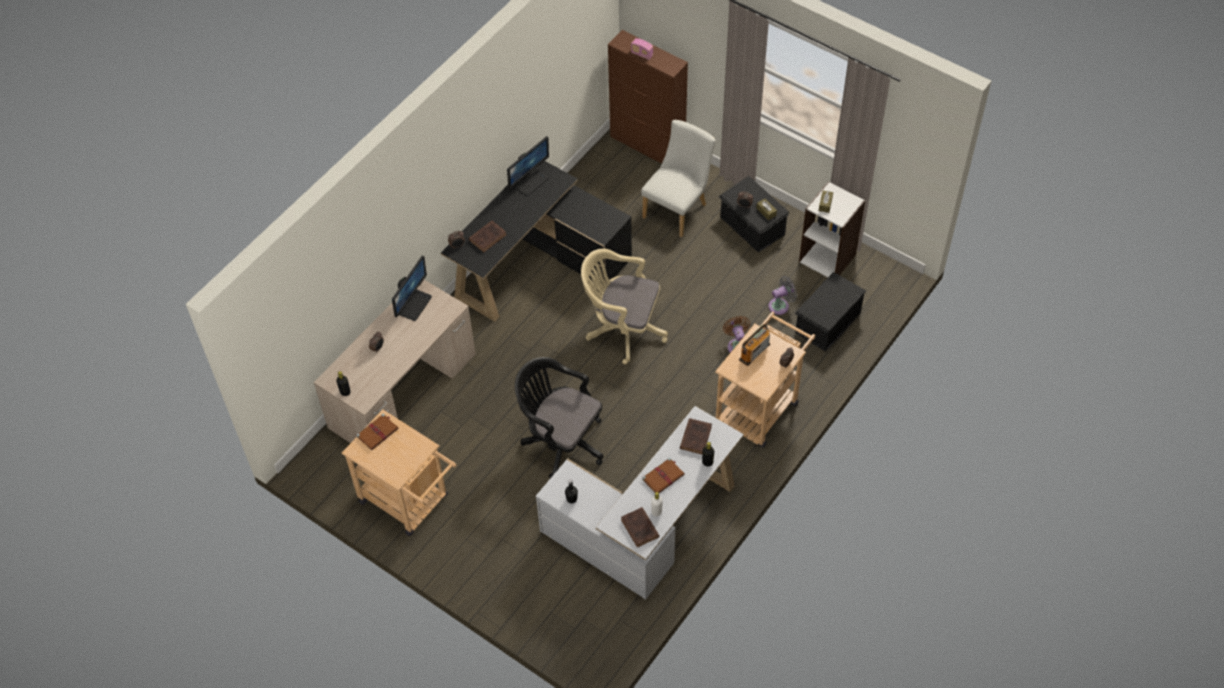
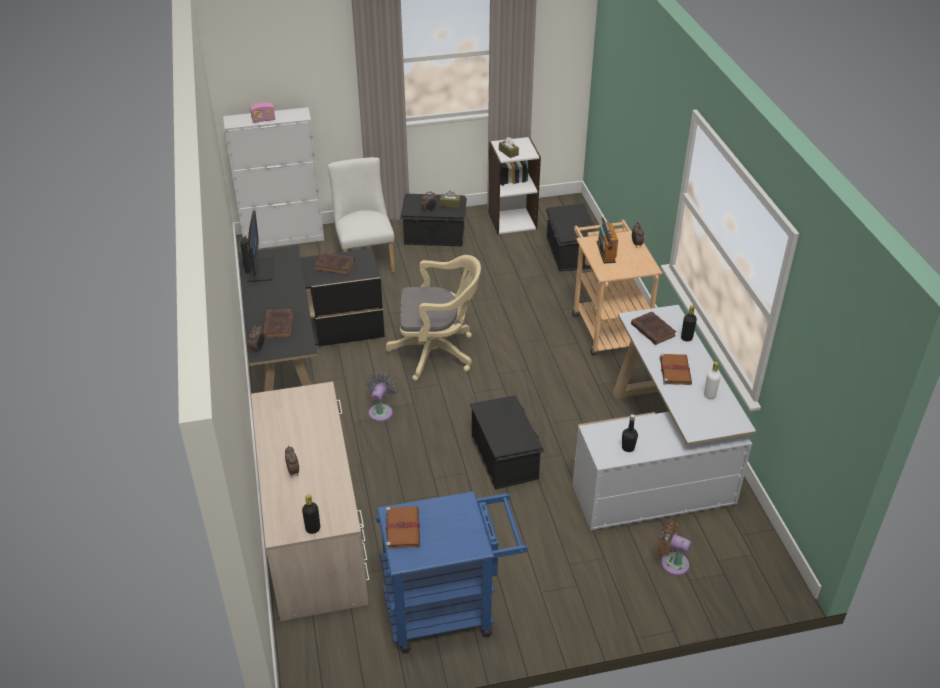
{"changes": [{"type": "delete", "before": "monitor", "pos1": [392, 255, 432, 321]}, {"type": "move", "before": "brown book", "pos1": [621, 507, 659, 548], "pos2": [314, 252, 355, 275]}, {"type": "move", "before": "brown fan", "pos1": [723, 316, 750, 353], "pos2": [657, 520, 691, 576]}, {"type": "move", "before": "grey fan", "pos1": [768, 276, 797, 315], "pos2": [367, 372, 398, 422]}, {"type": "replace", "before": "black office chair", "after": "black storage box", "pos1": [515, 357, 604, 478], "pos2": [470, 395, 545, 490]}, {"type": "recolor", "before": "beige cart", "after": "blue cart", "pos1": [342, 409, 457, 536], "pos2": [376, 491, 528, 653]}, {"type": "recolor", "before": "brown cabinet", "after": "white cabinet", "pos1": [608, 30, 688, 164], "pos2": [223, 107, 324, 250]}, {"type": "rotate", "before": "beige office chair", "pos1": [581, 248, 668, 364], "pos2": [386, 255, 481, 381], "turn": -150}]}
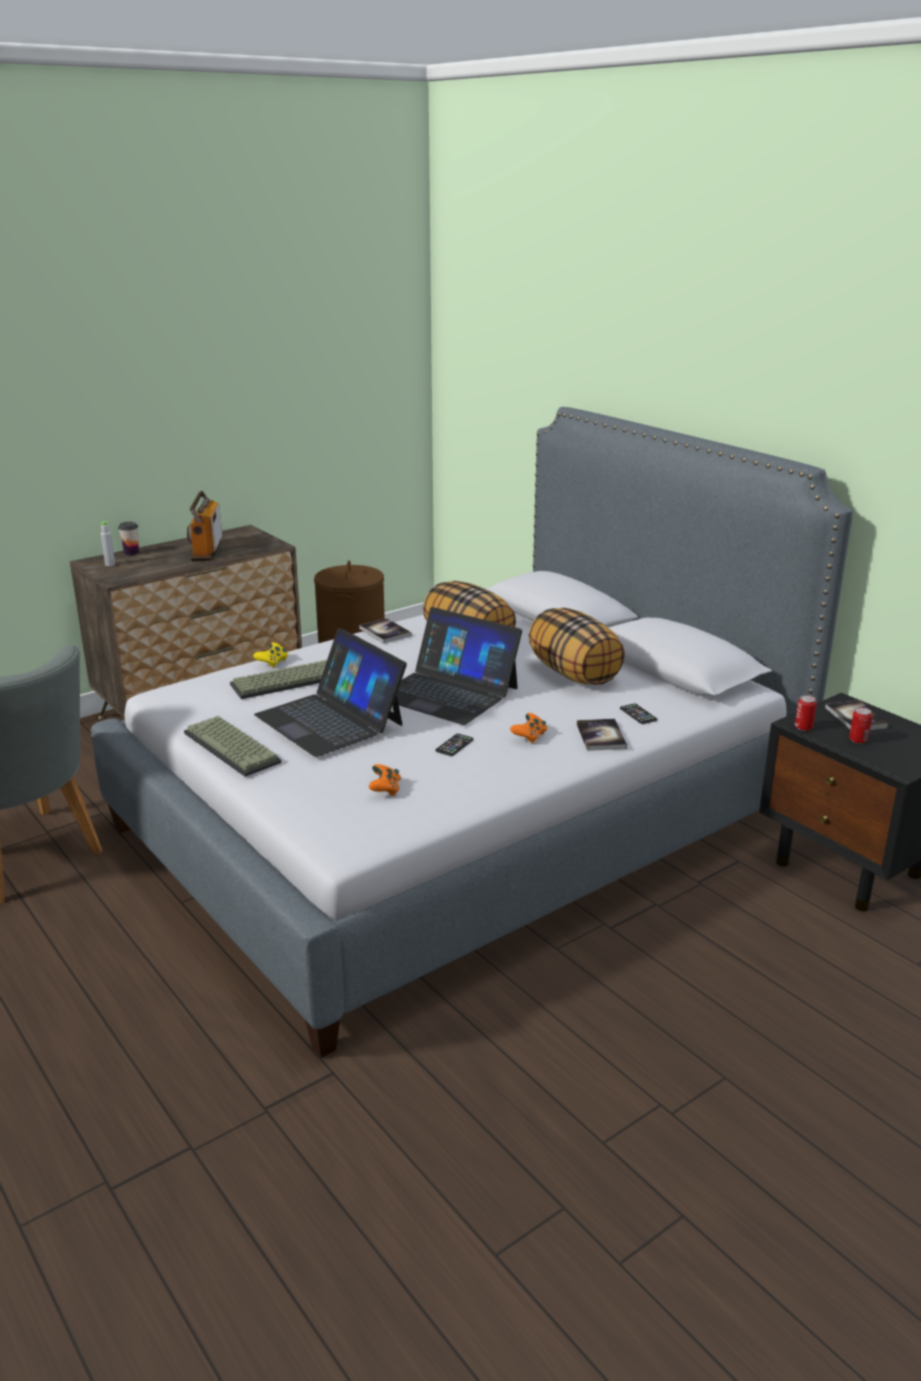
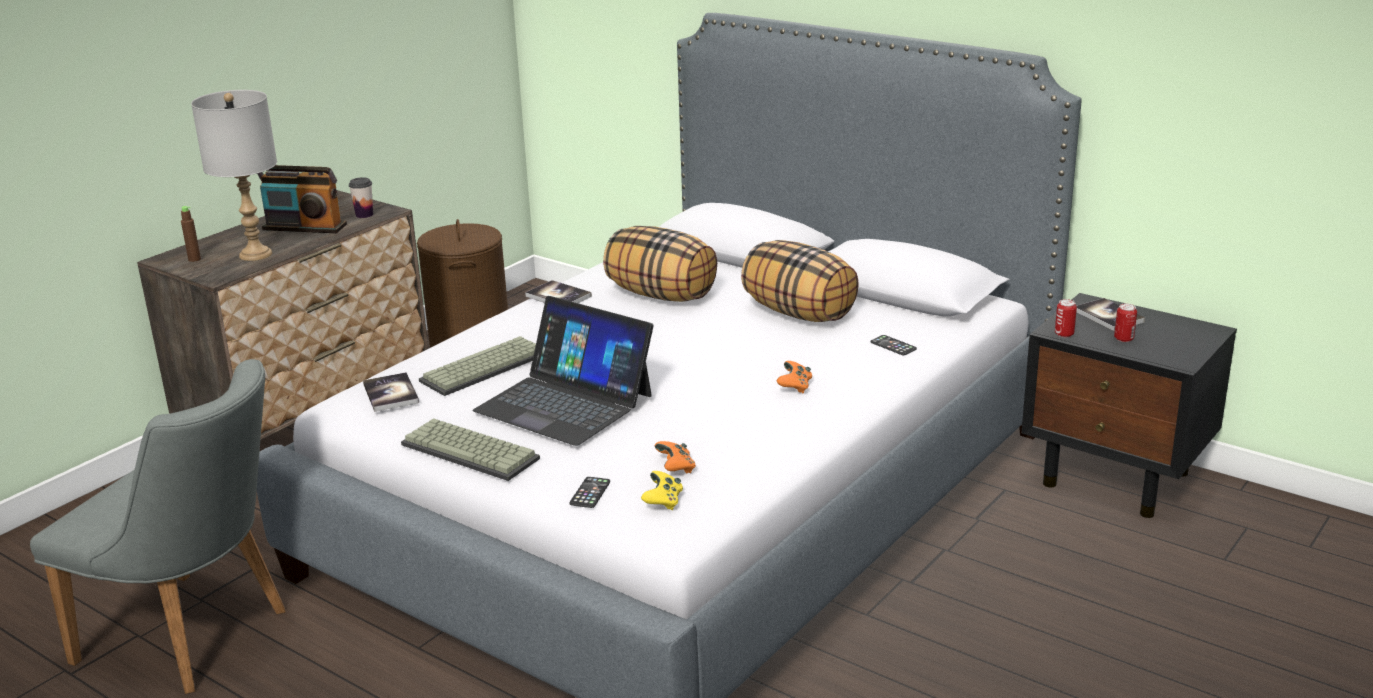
{"changes": [{"type": "delete", "before": "laptop", "pos1": [397, 607, 522, 725]}, {"type": "insert", "after": "grey table lamp", "pos2": [191, 90, 277, 261]}, {"type": "move", "before": "cup", "pos1": [118, 522, 139, 555], "pos2": [349, 177, 373, 218]}, {"type": "move", "before": "yellow game controller", "pos1": [253, 642, 288, 668], "pos2": [641, 471, 683, 510]}, {"type": "move", "before": "phone", "pos1": [435, 734, 474, 756], "pos2": [569, 477, 610, 508]}, {"type": "move", "before": "book", "pos1": [577, 719, 627, 751], "pos2": [363, 372, 419, 412]}, {"type": "recolor", "before": "grey bottle", "after": "brown bottle", "pos1": [101, 521, 115, 566], "pos2": [181, 206, 201, 262]}, {"type": "rotate", "before": "radio", "pos1": [187, 491, 222, 561], "pos2": [257, 165, 347, 233], "turn": -60}]}
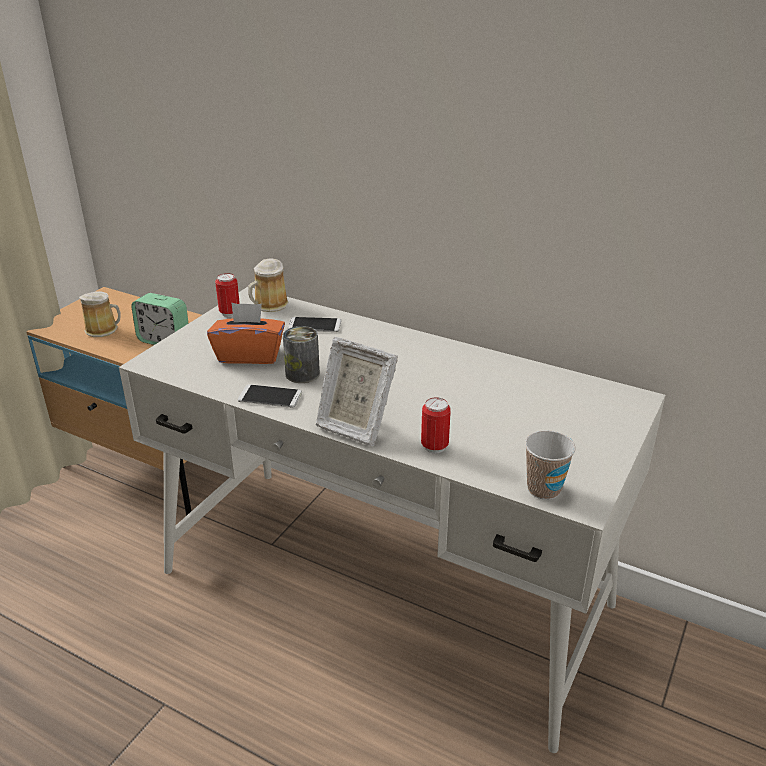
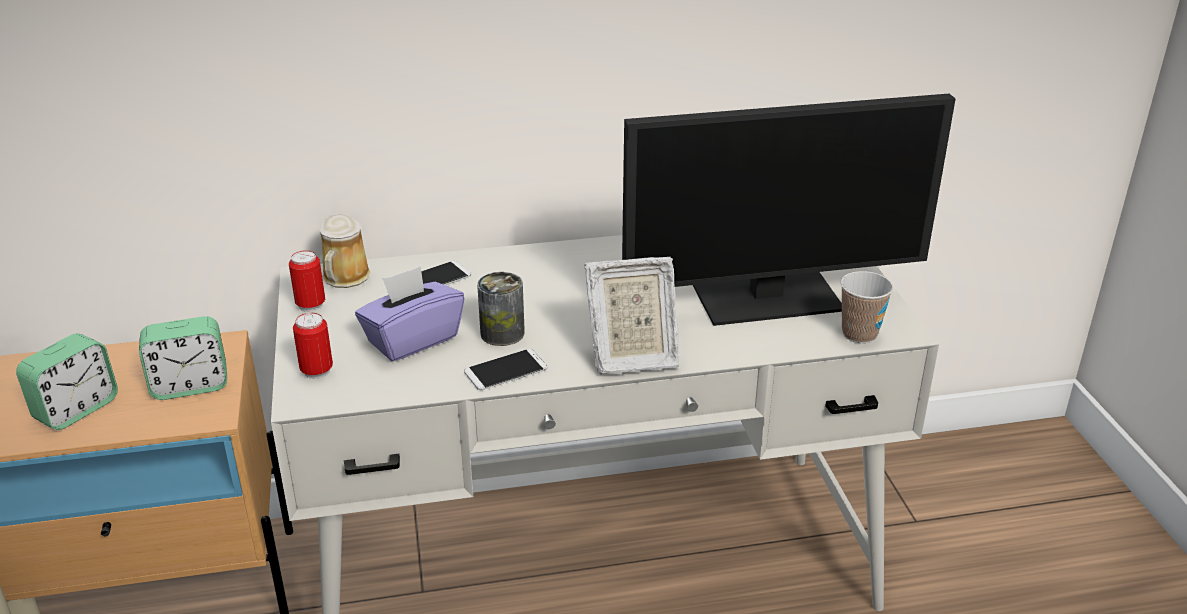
{"changes": [{"type": "insert", "after": "monitor", "pos2": [622, 94, 955, 326]}, {"type": "move", "before": "can", "pos1": [421, 397, 451, 453], "pos2": [293, 313, 333, 379]}, {"type": "replace", "before": "mug", "after": "alarm clock", "pos1": [79, 292, 120, 337], "pos2": [16, 333, 118, 430]}, {"type": "recolor", "before": "orange tissue box", "after": "purple tissue box", "pos1": [207, 303, 285, 364], "pos2": [355, 266, 465, 362]}]}
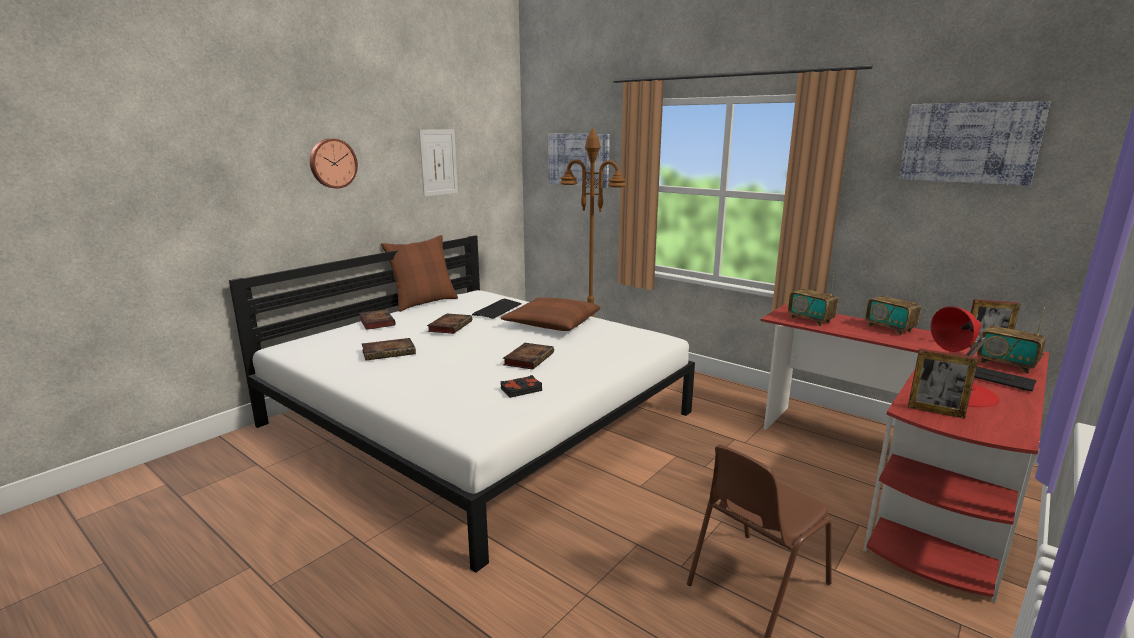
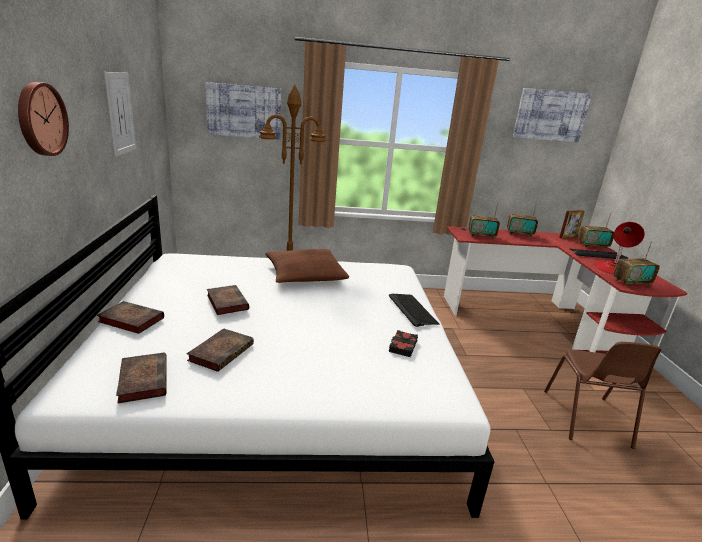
{"changes": [{"type": "delete", "before": "brown pillow", "pos1": [381, 235, 458, 312]}, {"type": "move", "before": "keyboard", "pos1": [472, 298, 522, 319], "pos2": [389, 294, 439, 327]}, {"type": "move", "before": "book", "pos1": [503, 343, 554, 370], "pos2": [116, 352, 167, 404]}, {"type": "replace", "before": "picture frame", "after": "radio", "pos1": [908, 348, 978, 419], "pos2": [613, 241, 660, 287]}]}
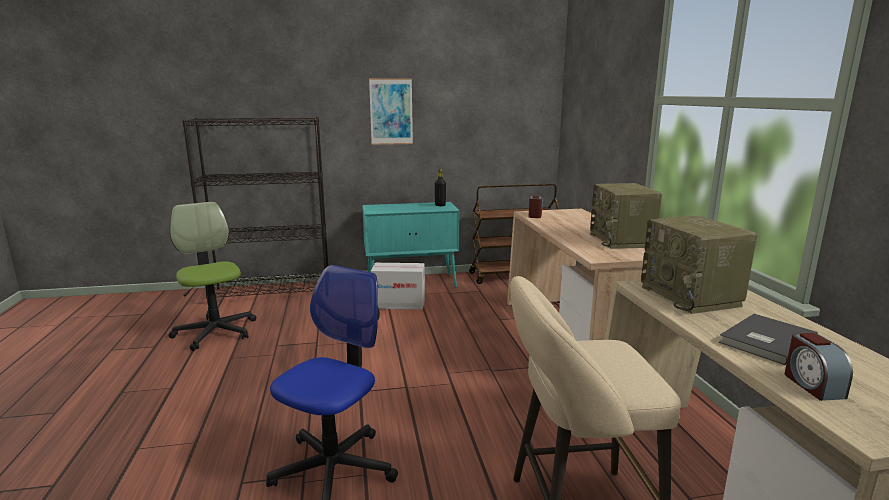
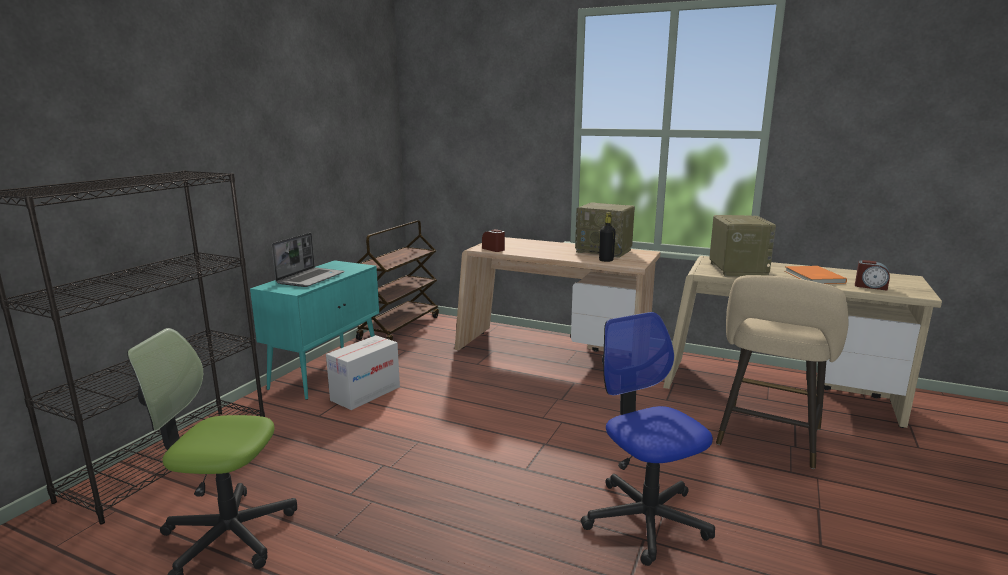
{"changes": [{"type": "delete", "before": "picture", "pos1": [369, 78, 413, 145]}, {"type": "insert", "after": "laptop", "pos2": [272, 233, 344, 287]}, {"type": "move", "before": "black bottle", "pos1": [435, 169, 446, 206], "pos2": [599, 212, 616, 262]}, {"type": "recolor", "before": "grey book", "after": "orange book", "pos1": [719, 314, 818, 365], "pos2": [784, 266, 847, 284]}, {"type": "rotate", "before": "radio", "pos1": [641, 215, 757, 314], "pos2": [709, 215, 776, 277], "turn": -105}]}
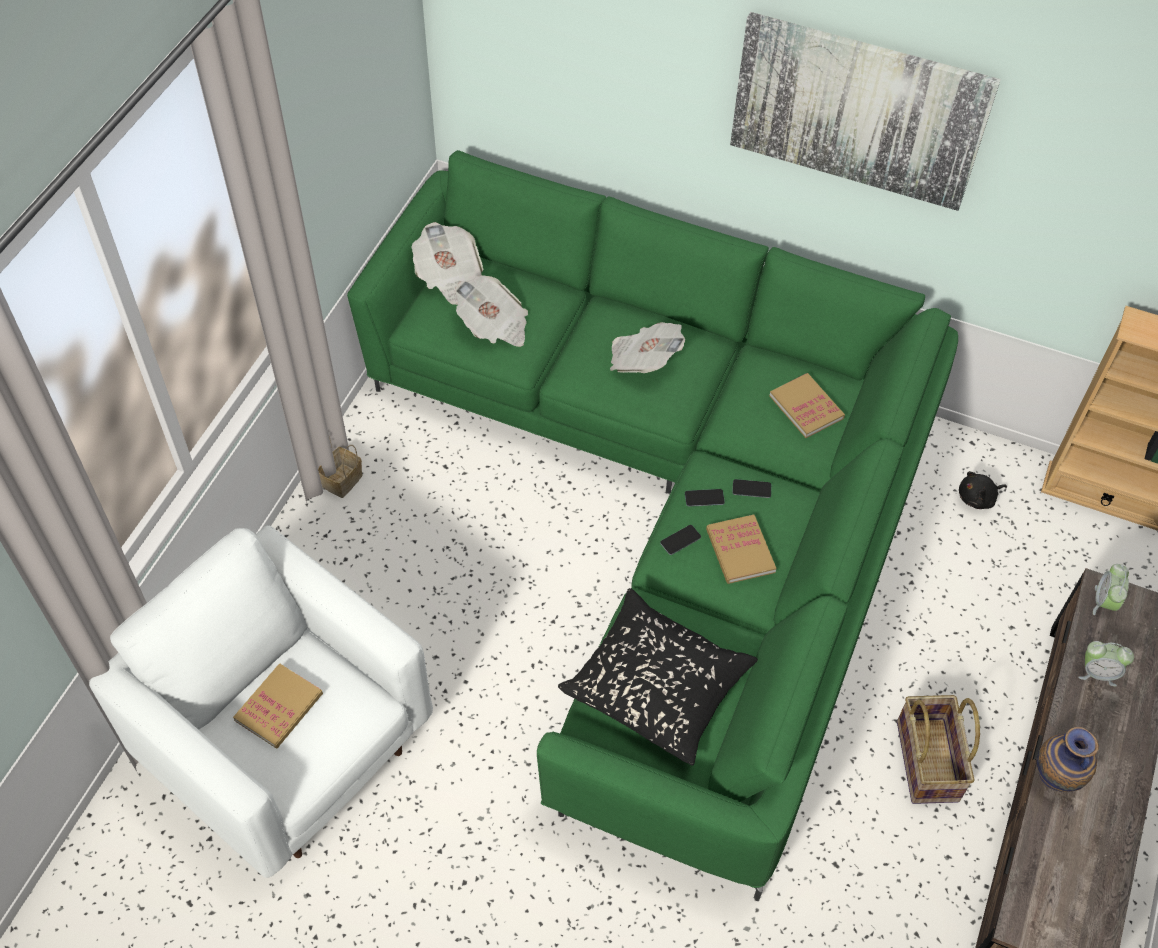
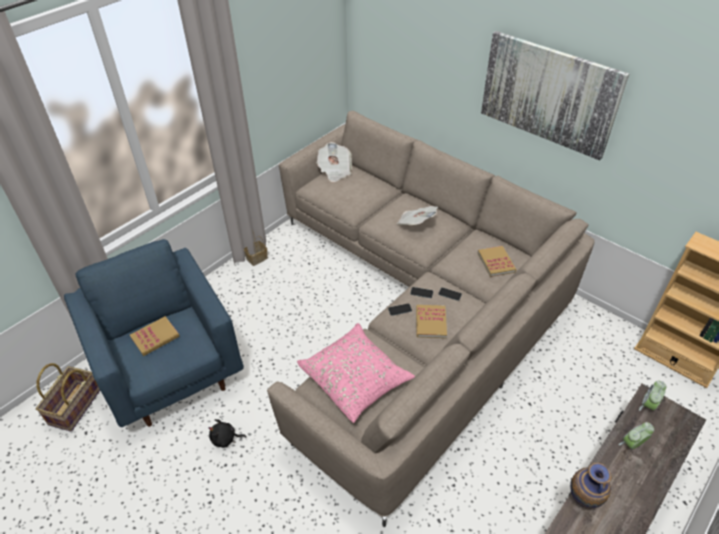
{"changes": [{"type": "delete", "before": "newspaper", "pos1": [455, 275, 528, 347]}, {"type": "move", "before": "basket", "pos1": [897, 695, 980, 804], "pos2": [36, 363, 100, 432]}, {"type": "move", "before": "black plush toy", "pos1": [959, 471, 1007, 509], "pos2": [208, 419, 246, 448]}, {"type": "recolor", "before": "white armchair", "after": "blue armchair", "pos1": [89, 525, 433, 878], "pos2": [64, 239, 244, 427]}, {"type": "recolor", "before": "green sofa", "after": "beige sofa", "pos1": [347, 150, 958, 901], "pos2": [267, 111, 595, 527]}, {"type": "recolor", "before": "black pillow", "after": "pink pillow", "pos1": [558, 588, 758, 765], "pos2": [297, 323, 415, 423]}, {"type": "rotate", "before": "alarm clock", "pos1": [1078, 641, 1134, 687], "pos2": [619, 422, 654, 450], "turn": 120}]}
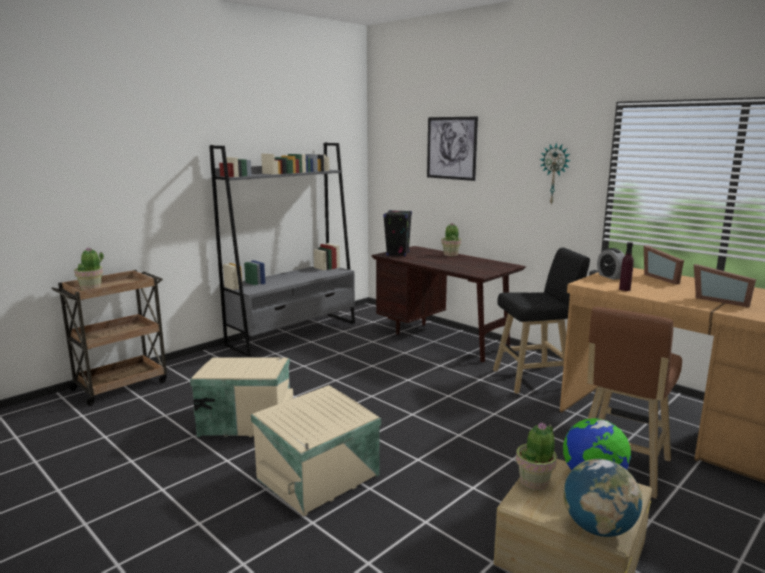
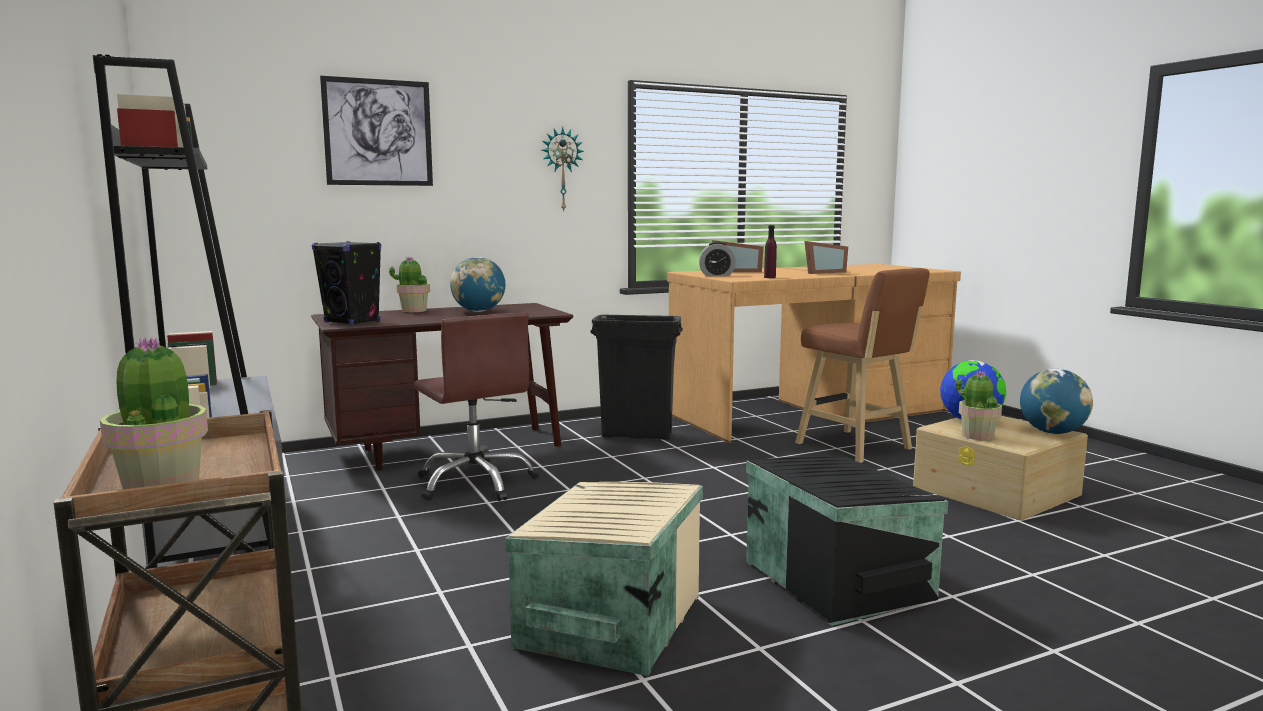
{"changes": [{"type": "insert", "after": "brown office chair", "pos2": [414, 313, 539, 501]}, {"type": "insert", "after": "globe", "pos2": [450, 257, 505, 312]}, {"type": "replace", "before": "black stool", "after": "black trash can", "pos1": [493, 248, 590, 394], "pos2": [590, 315, 683, 440]}, {"type": "recolor", "before": "beige storage box", "after": "black storage box", "pos1": [251, 385, 381, 516], "pos2": [746, 457, 948, 626]}]}
